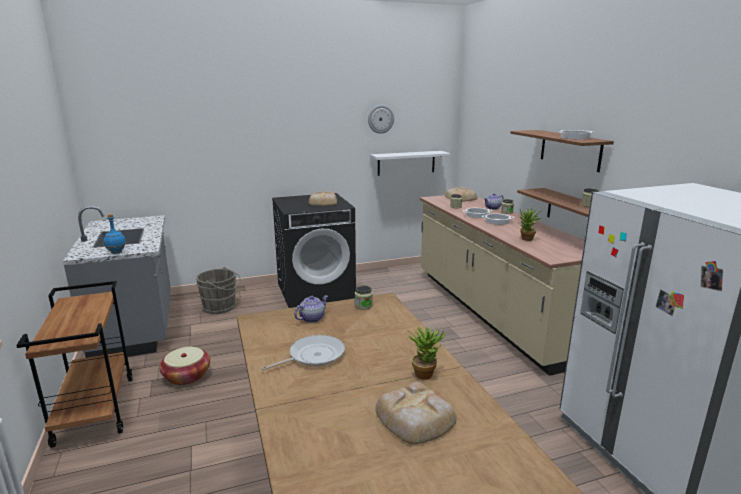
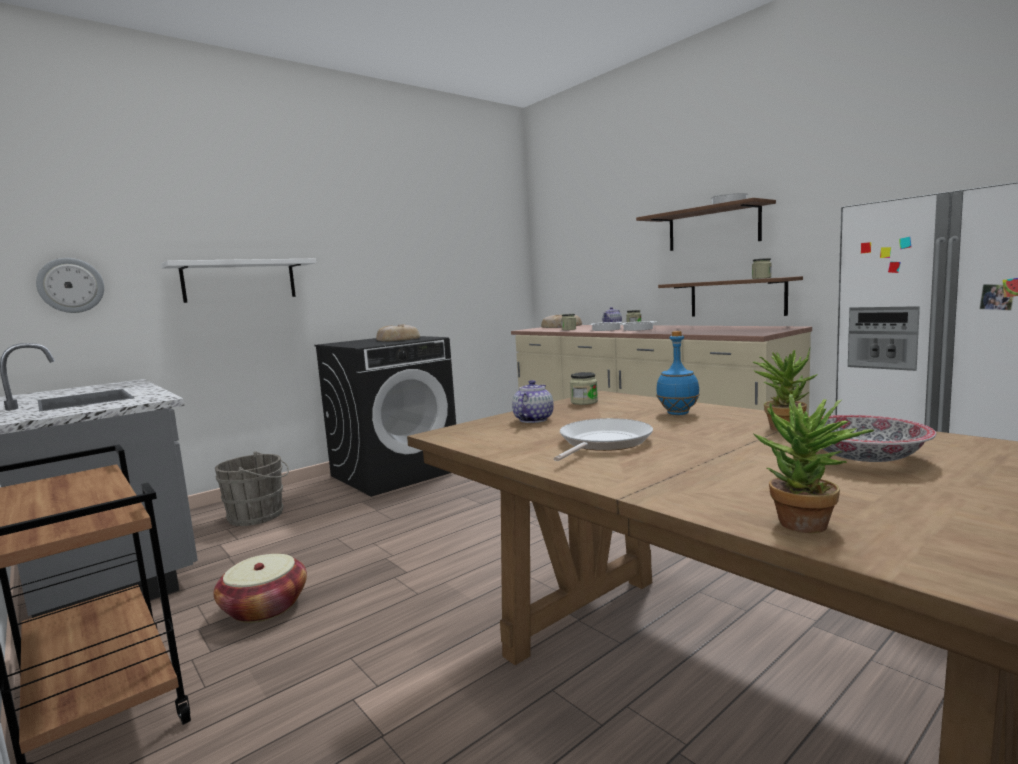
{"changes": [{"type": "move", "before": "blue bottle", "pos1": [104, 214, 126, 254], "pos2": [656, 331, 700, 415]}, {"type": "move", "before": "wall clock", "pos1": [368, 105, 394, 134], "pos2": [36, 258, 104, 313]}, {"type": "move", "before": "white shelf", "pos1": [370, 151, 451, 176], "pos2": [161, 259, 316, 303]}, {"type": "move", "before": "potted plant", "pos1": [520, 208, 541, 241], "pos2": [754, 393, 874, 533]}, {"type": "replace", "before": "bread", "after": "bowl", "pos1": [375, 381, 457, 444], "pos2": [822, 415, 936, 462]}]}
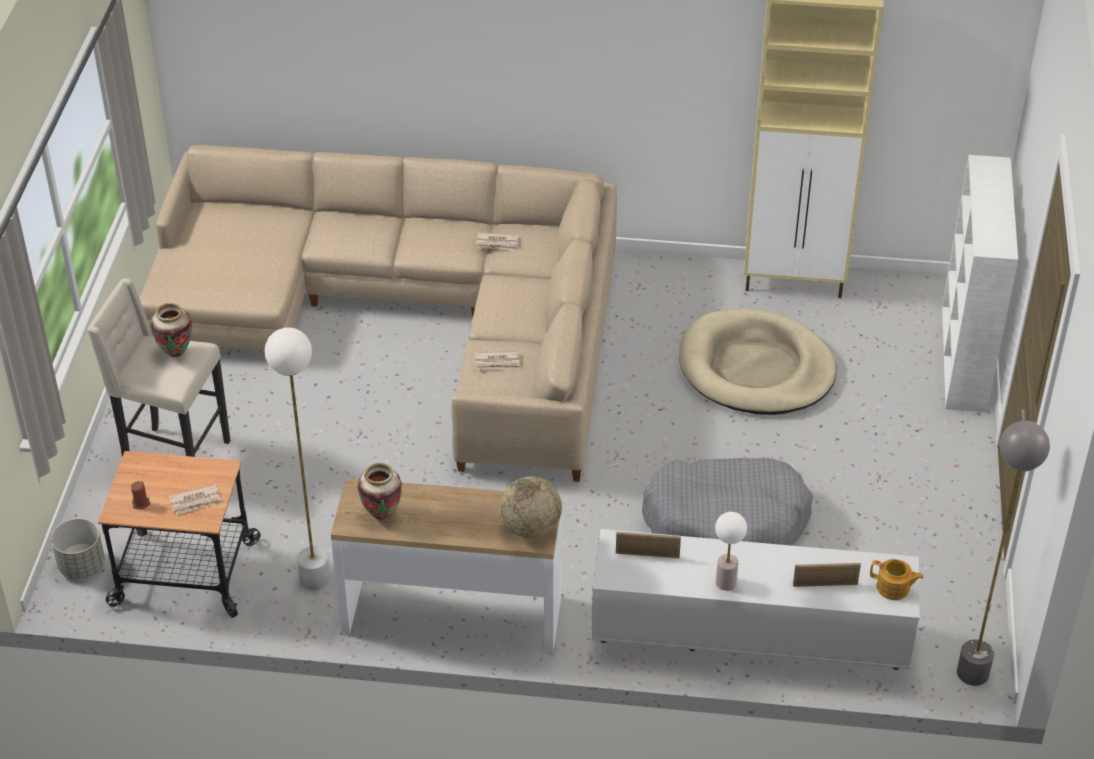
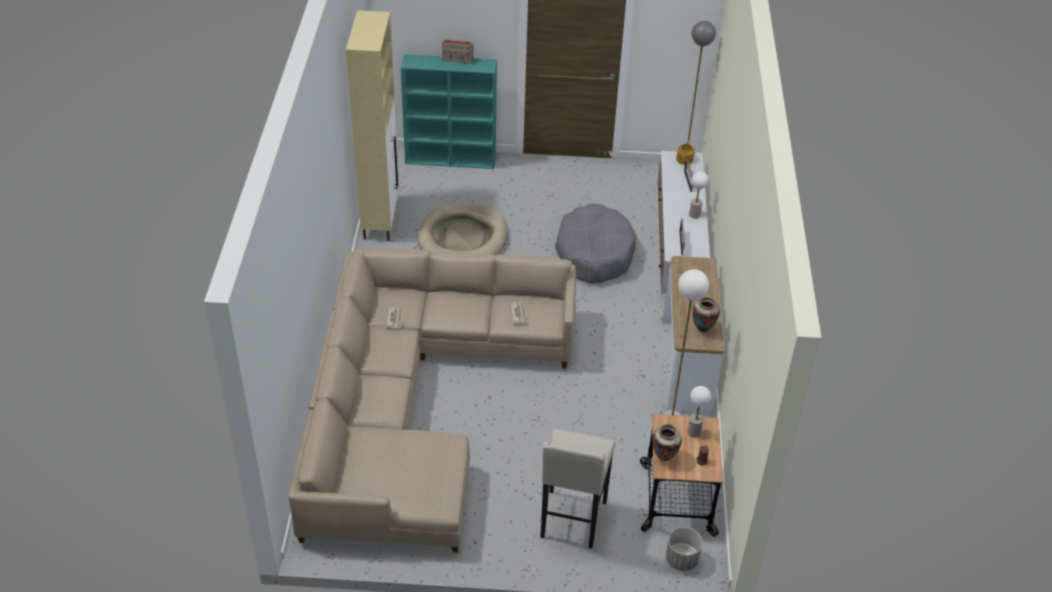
{"changes": [{"type": "delete", "before": "globe", "pos1": [500, 476, 562, 539]}, {"type": "insert", "after": "radio", "pos2": [442, 37, 473, 63]}, {"type": "move", "before": "vase", "pos1": [151, 303, 192, 357], "pos2": [652, 424, 682, 461]}, {"type": "replace", "before": "newspaper", "after": "table lamp", "pos1": [169, 484, 223, 515], "pos2": [688, 386, 711, 438]}, {"type": "recolor", "before": "white bookcase", "after": "turquoise bookcase", "pos1": [942, 155, 1018, 413], "pos2": [401, 54, 497, 169]}]}
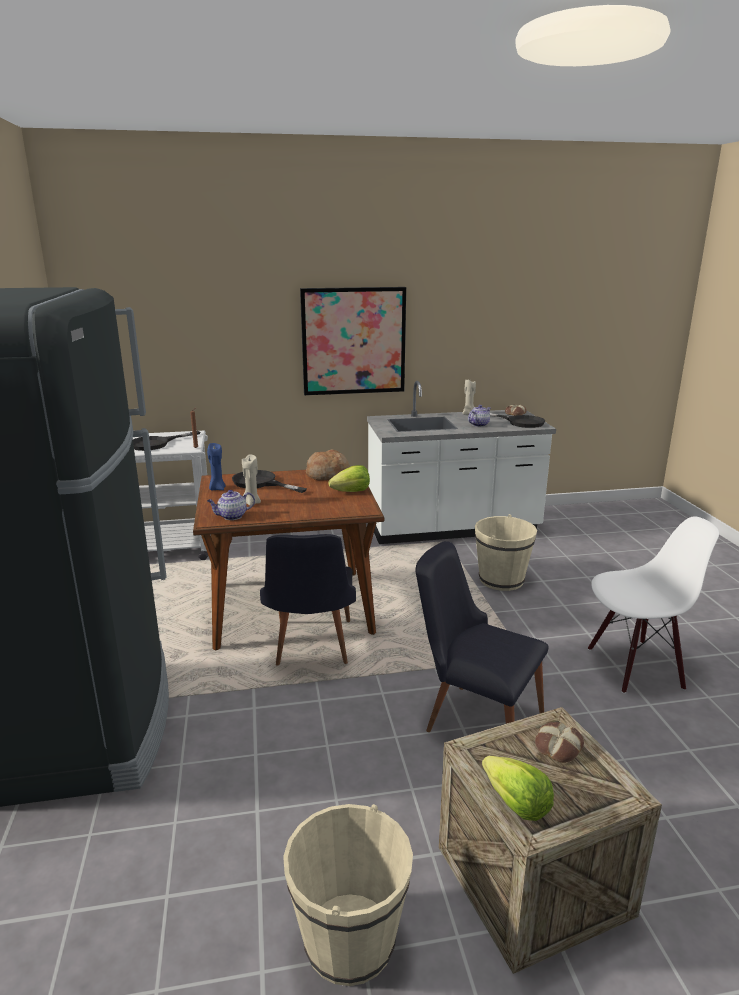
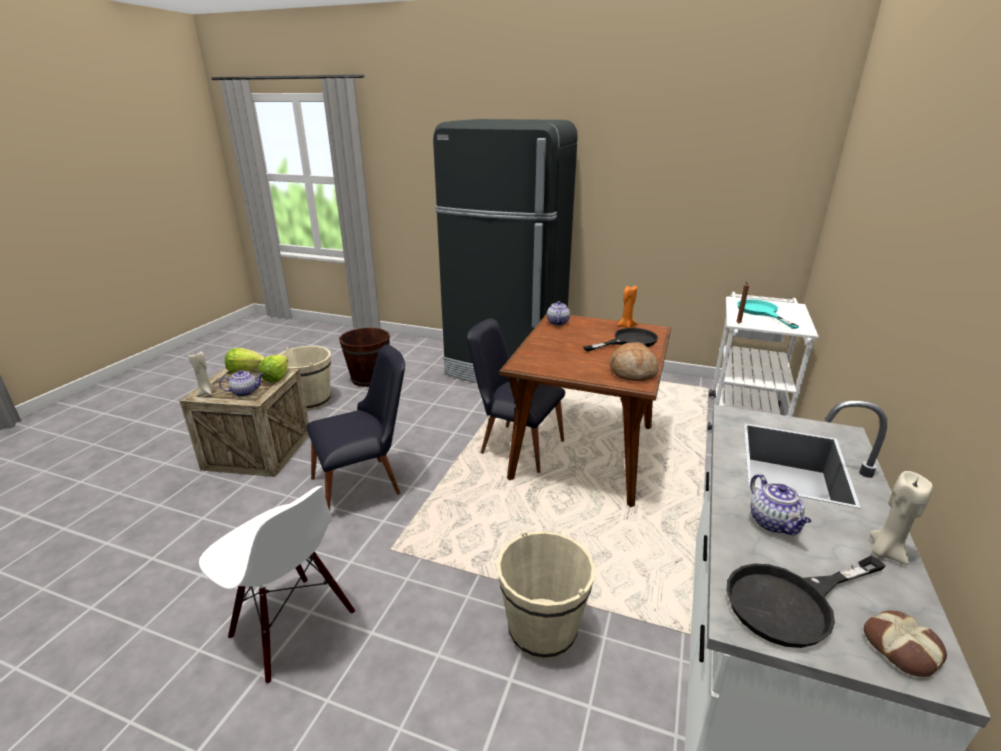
{"changes": [{"type": "delete", "before": "picture", "pos1": [300, 287, 406, 395]}, {"type": "insert", "after": "brown bucket", "pos2": [339, 328, 390, 387]}, {"type": "move", "before": "beige candle", "pos1": [242, 455, 261, 506], "pos2": [188, 352, 215, 396]}, {"type": "move", "before": "lettuce", "pos1": [328, 465, 370, 492], "pos2": [258, 354, 288, 382]}, {"type": "replace", "before": "bread", "after": "teapot", "pos1": [535, 722, 584, 763], "pos2": [219, 370, 264, 397]}, {"type": "recolor", "before": "black frying pan", "after": "turquoise frying pan", "pos1": [133, 431, 200, 451], "pos2": [737, 299, 799, 329]}, {"type": "recolor", "before": "blue candle", "after": "orange candle", "pos1": [207, 443, 226, 490], "pos2": [617, 286, 637, 328]}, {"type": "rotate", "before": "white chair", "pos1": [588, 516, 719, 694], "pos2": [199, 486, 355, 684], "turn": -75}]}
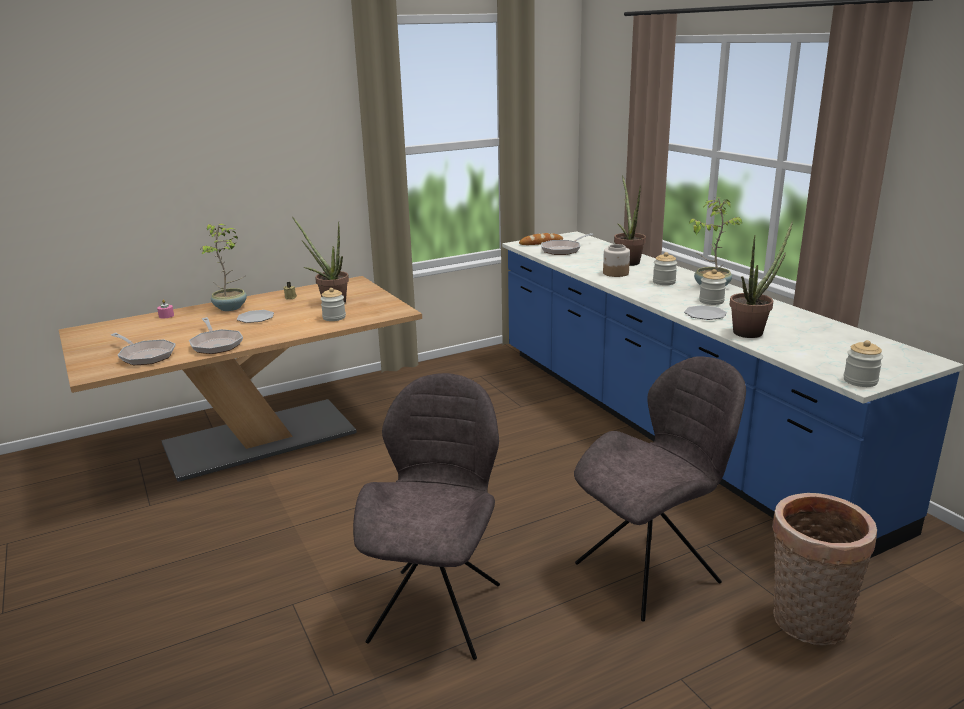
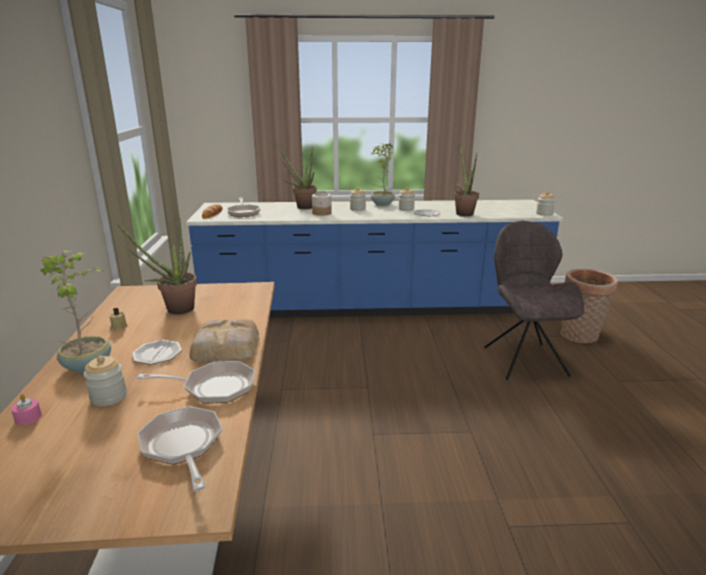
{"changes": [{"type": "delete", "before": "grey chair", "pos1": [353, 373, 500, 660]}, {"type": "insert", "after": "bread", "pos2": [189, 319, 259, 363]}, {"type": "move", "before": "jar", "pos1": [321, 288, 346, 321], "pos2": [84, 356, 127, 406]}, {"type": "rotate", "before": "frying pan", "pos1": [111, 333, 175, 365], "pos2": [138, 406, 222, 491], "turn": -90}]}
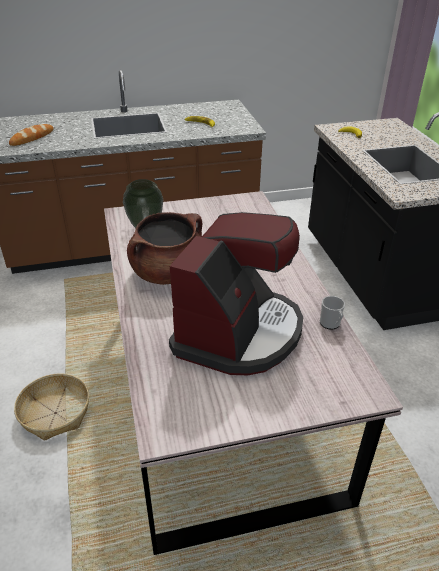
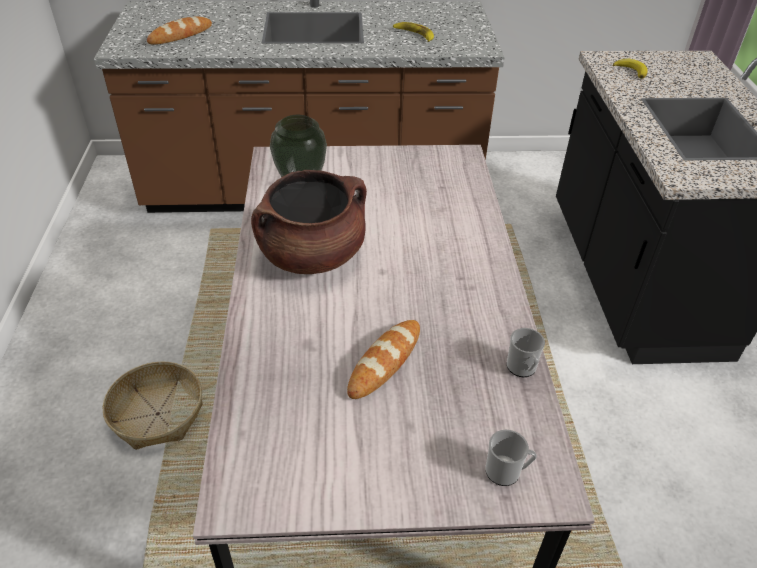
{"changes": [{"type": "insert", "after": "mug", "pos2": [485, 430, 537, 486]}, {"type": "replace", "before": "coffee machine", "after": "bread", "pos1": [169, 212, 303, 375], "pos2": [347, 320, 420, 399]}]}
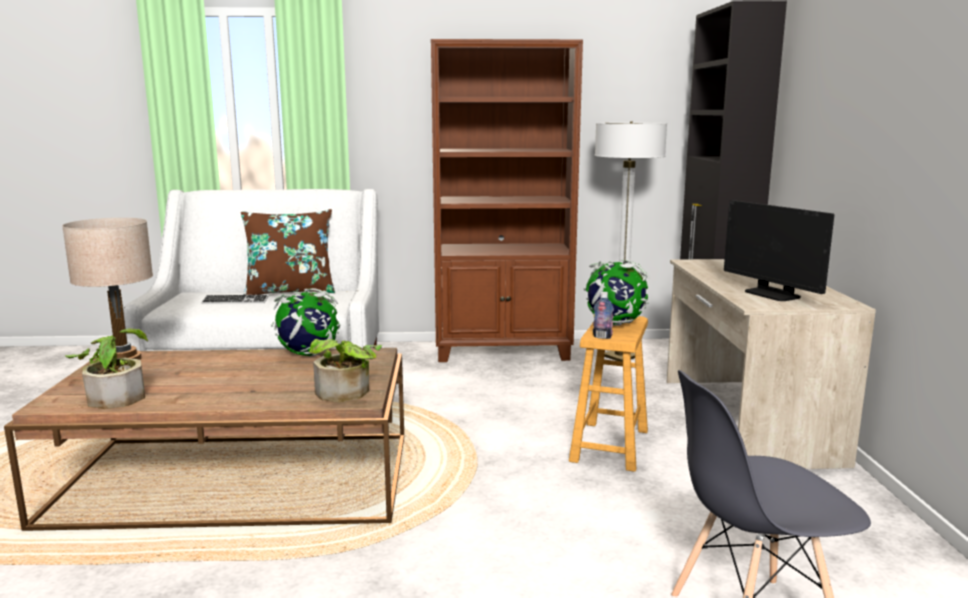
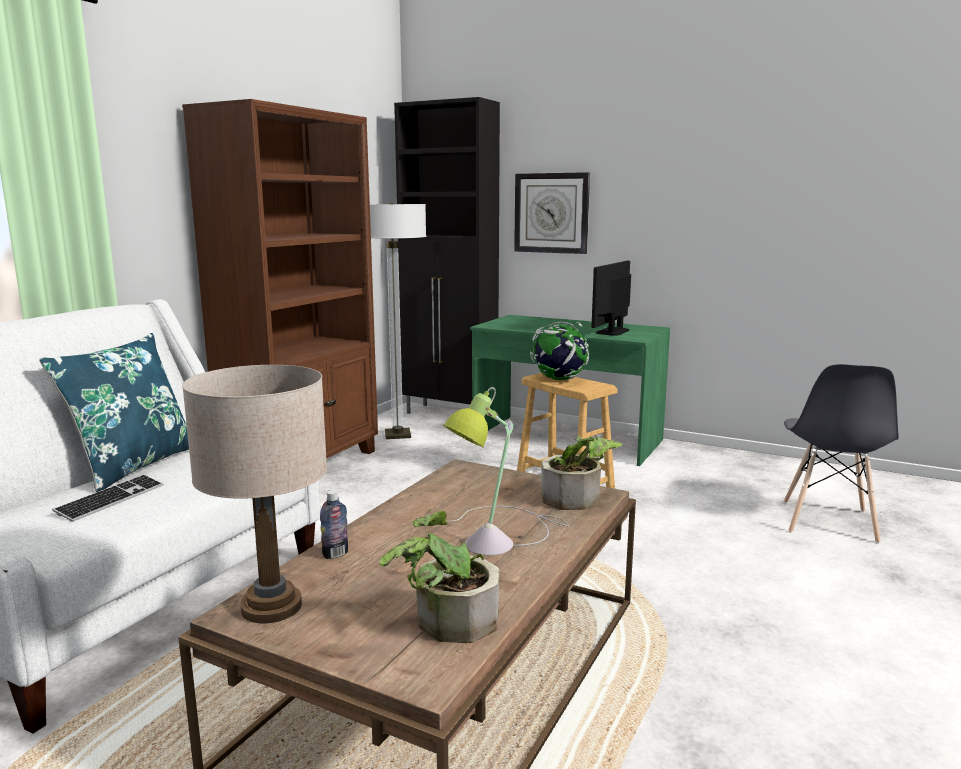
{"changes": [{"type": "delete", "before": "globe", "pos1": [271, 288, 340, 356]}, {"type": "insert", "after": "table lamp", "pos2": [415, 387, 569, 556]}, {"type": "insert", "after": "wall clock", "pos2": [514, 172, 590, 254]}, {"type": "move", "before": "bottle", "pos1": [593, 292, 614, 339], "pos2": [320, 490, 349, 559]}, {"type": "recolor", "before": "brown pillow", "after": "blue pillow", "pos1": [241, 209, 335, 295], "pos2": [39, 333, 189, 492]}, {"type": "recolor", "before": "beige desk", "after": "green desk", "pos1": [667, 259, 876, 469], "pos2": [470, 315, 670, 466]}, {"type": "rotate", "before": "monitor", "pos1": [724, 200, 834, 301], "pos2": [592, 261, 631, 336], "turn": 120}]}
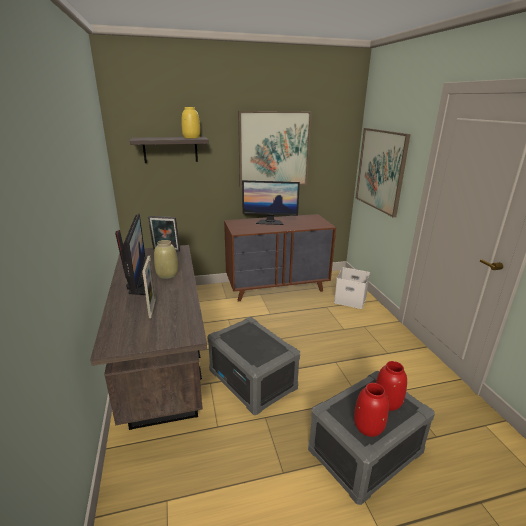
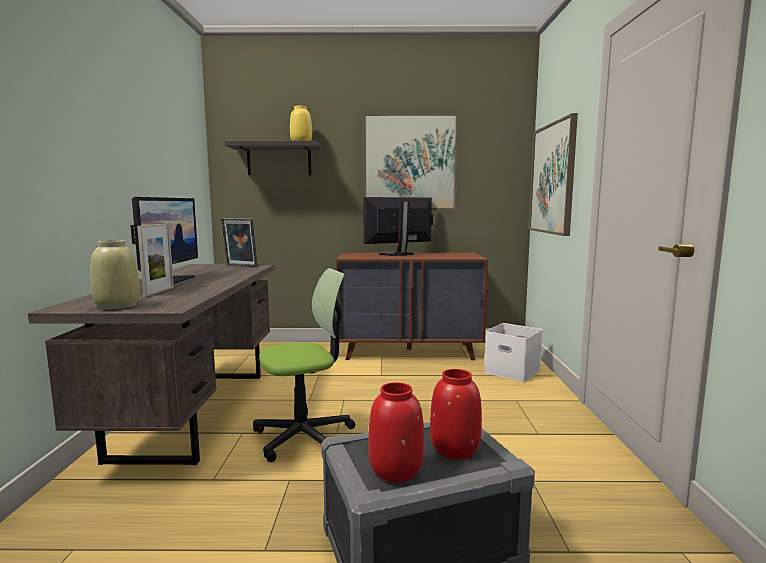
{"changes": [{"type": "move", "before": "beige vase", "pos1": [154, 240, 178, 279], "pos2": [90, 240, 140, 310]}, {"type": "replace", "before": "grey storage box", "after": "office chair", "pos1": [207, 317, 300, 415], "pos2": [253, 268, 355, 462]}, {"type": "rotate", "before": "monitor", "pos1": [242, 180, 300, 225], "pos2": [363, 197, 433, 256], "turn": 135}]}
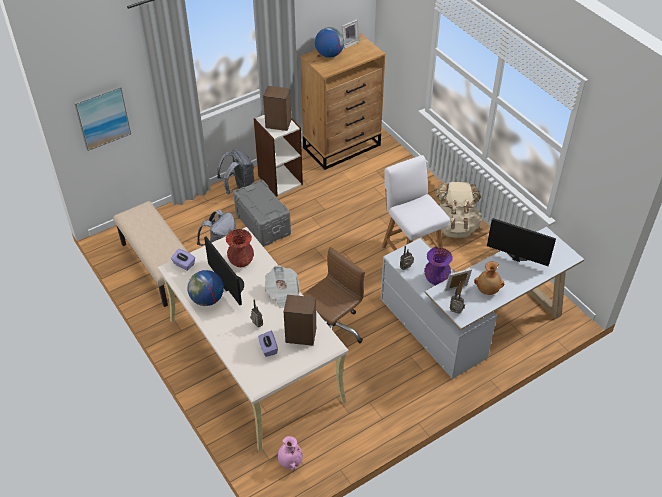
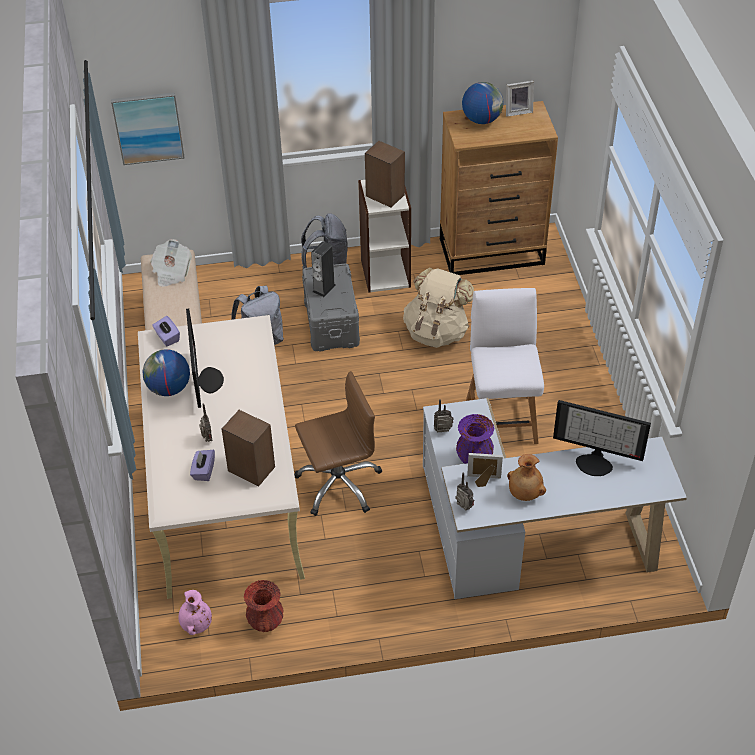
{"changes": [{"type": "insert", "after": "speaker", "pos2": [311, 241, 336, 297]}, {"type": "move", "before": "red vase", "pos1": [226, 229, 254, 268], "pos2": [244, 580, 283, 632]}, {"type": "move", "before": "newspaper", "pos1": [265, 265, 300, 308], "pos2": [150, 239, 192, 287]}, {"type": "move", "before": "beige backpack", "pos1": [435, 182, 482, 238], "pos2": [403, 268, 474, 348]}, {"type": "rotate", "before": "monitor", "pos1": [487, 218, 556, 266], "pos2": [553, 400, 651, 476], "turn": 150}]}
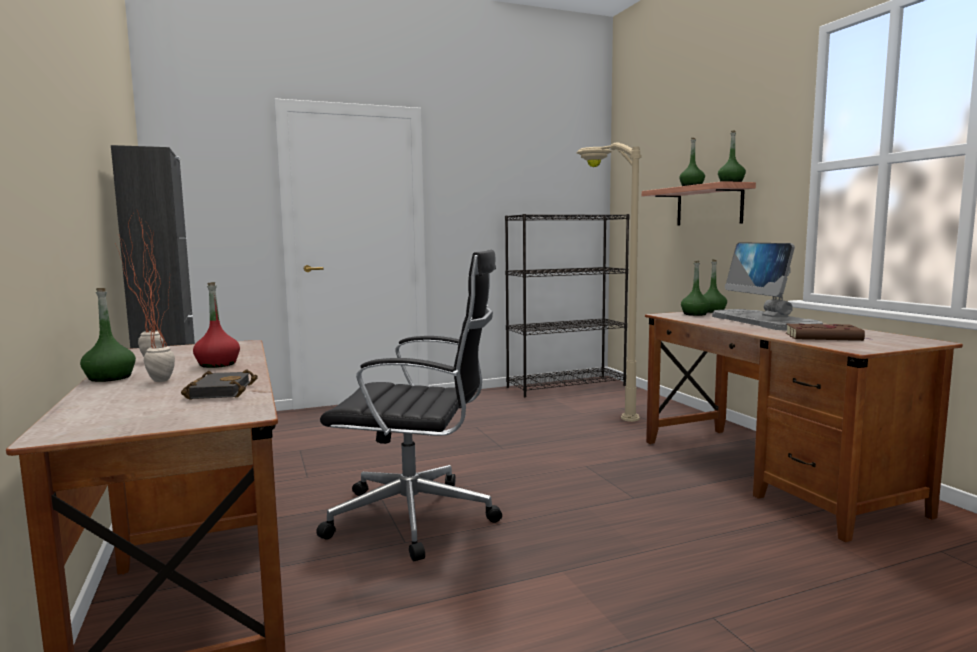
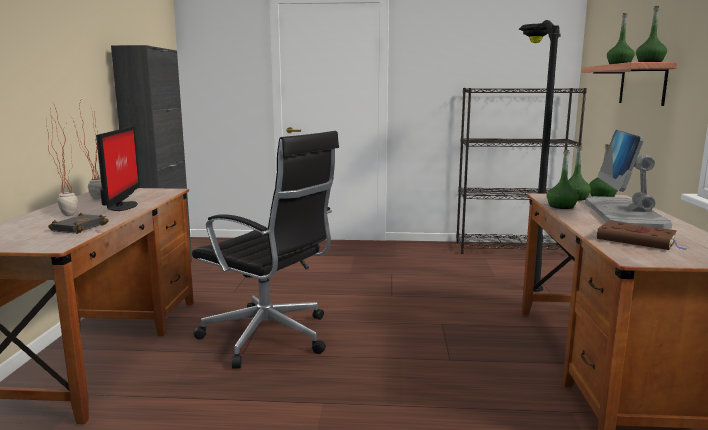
{"changes": [{"type": "move", "before": "green bottle", "pos1": [80, 288, 136, 382], "pos2": [547, 150, 579, 209]}, {"type": "replace", "before": "red bottle", "after": "monitor", "pos1": [193, 282, 240, 368], "pos2": [96, 126, 140, 211]}, {"type": "recolor", "before": "beige floor lamp", "after": "black floor lamp", "pos1": [576, 142, 641, 422], "pos2": [519, 20, 561, 292]}]}
